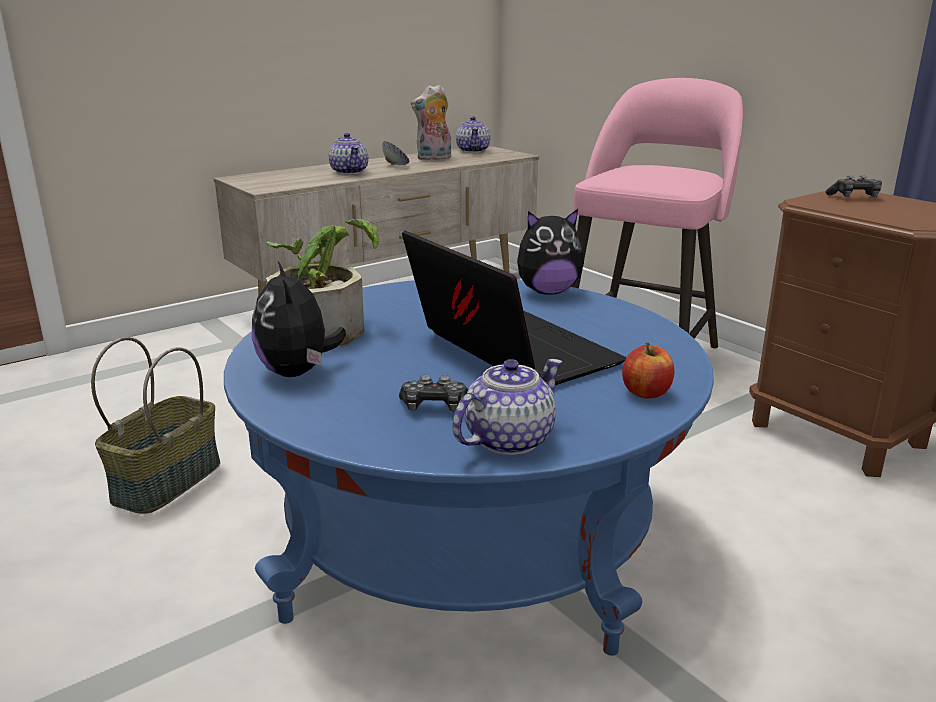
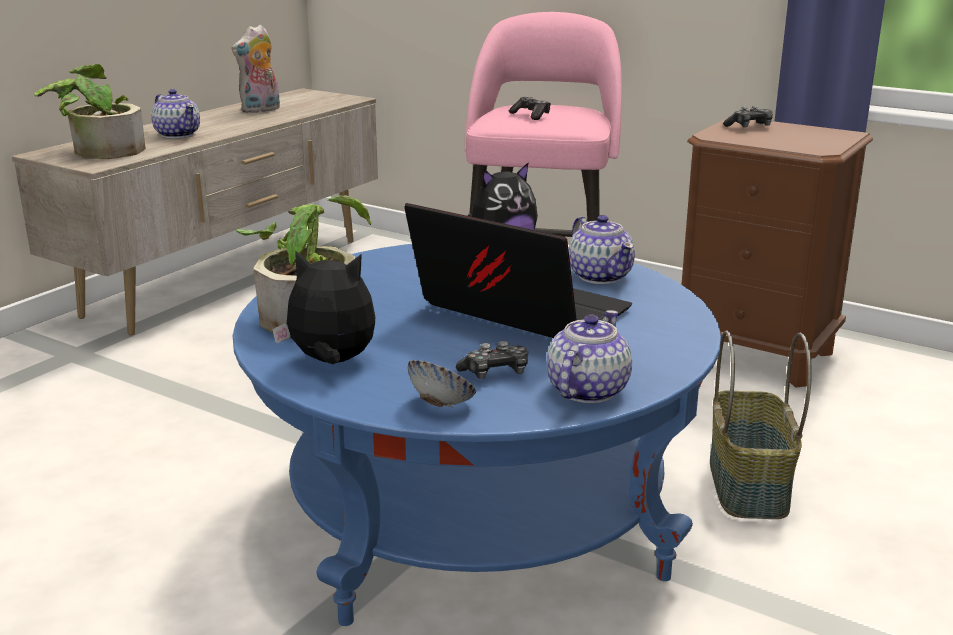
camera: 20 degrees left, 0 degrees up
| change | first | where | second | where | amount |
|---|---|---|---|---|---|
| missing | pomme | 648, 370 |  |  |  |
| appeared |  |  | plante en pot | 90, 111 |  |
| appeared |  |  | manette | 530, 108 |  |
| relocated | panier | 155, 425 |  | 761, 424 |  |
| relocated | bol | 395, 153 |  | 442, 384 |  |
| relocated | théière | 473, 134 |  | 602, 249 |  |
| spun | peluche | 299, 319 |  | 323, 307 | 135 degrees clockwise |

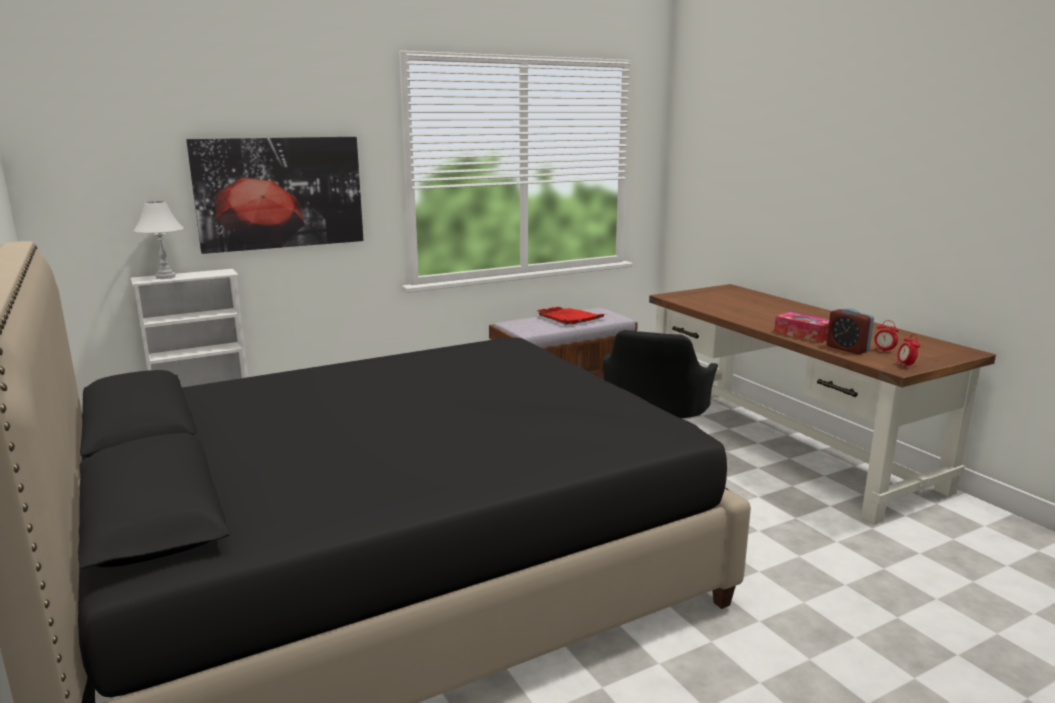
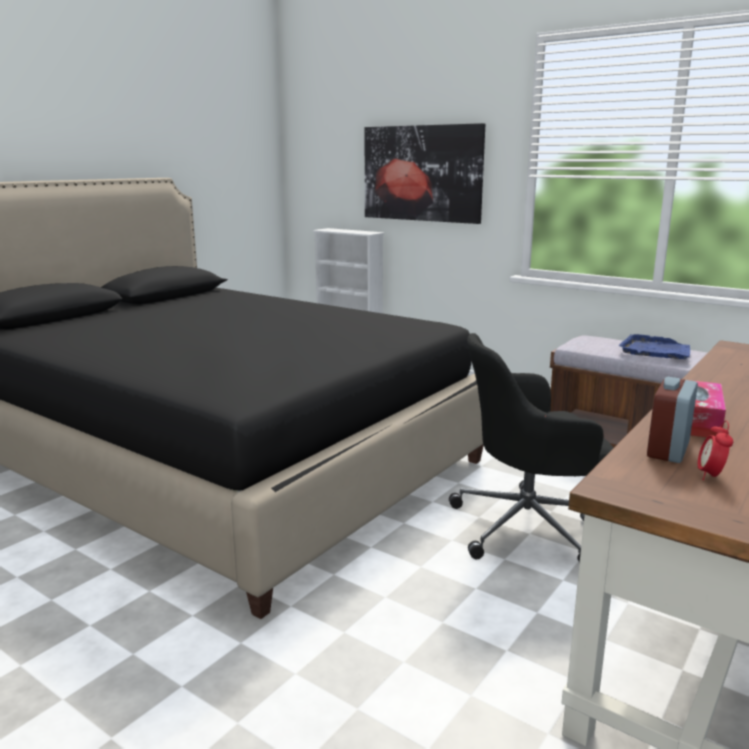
camera: 65 degrees right, 0 degrees up
| change | first | where | second | where | amount |
|---|---|---|---|---|---|
| missing | lampe de table/blanc | 159, 240 |  |  |  |
| missing | réveil | 908, 351 |  |  |  |
| colour | plateau/rouge | 570, 316 | plateau/bleu | 654, 346 |  |

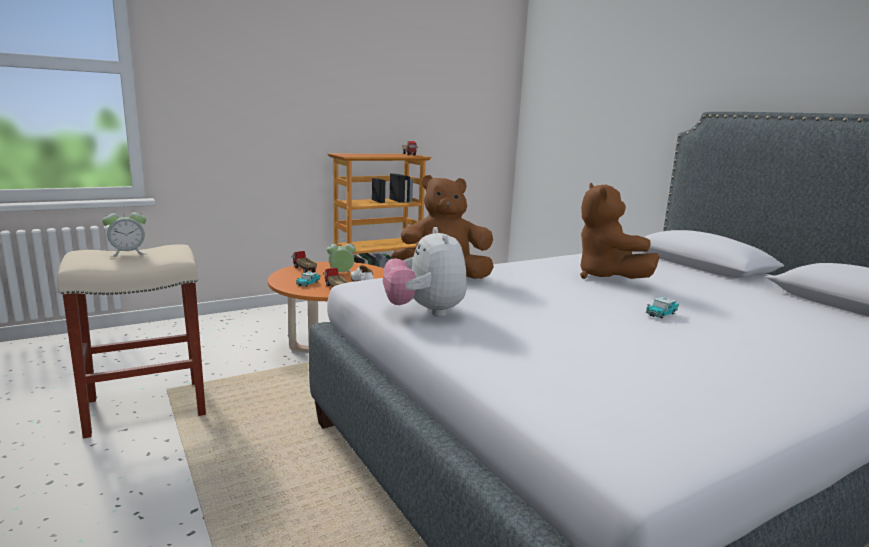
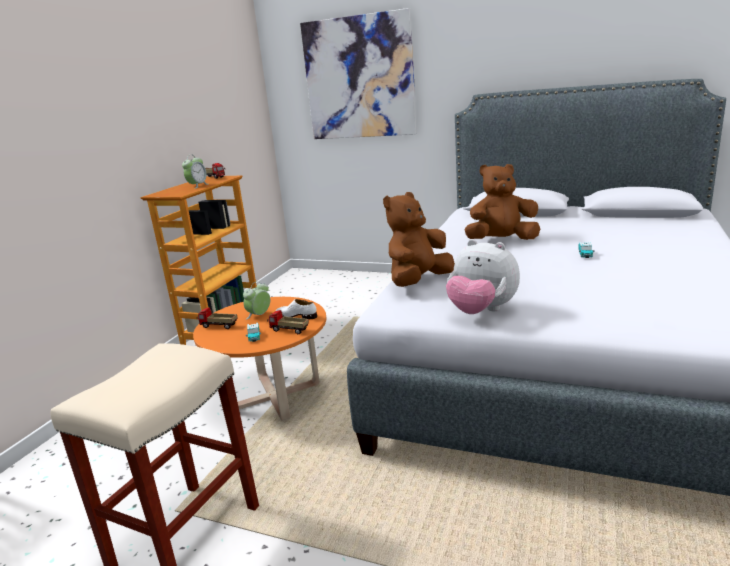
camera: 35 degrees left, 5 degrees up
| change | first | where | second | where | amount |
|---|---|---|---|---|---|
| appeared |  |  | tableau | 358, 73 |  |
| relocated | réveil | 124, 232 |  | 195, 171 |  |
| spun | peluche/marron | 619, 231 |  | 502, 202 | 135 degrees clockwise |

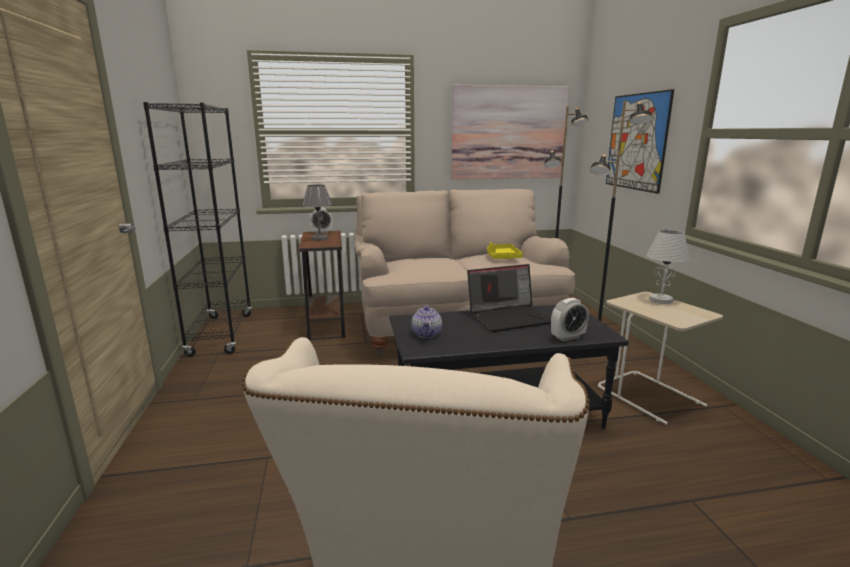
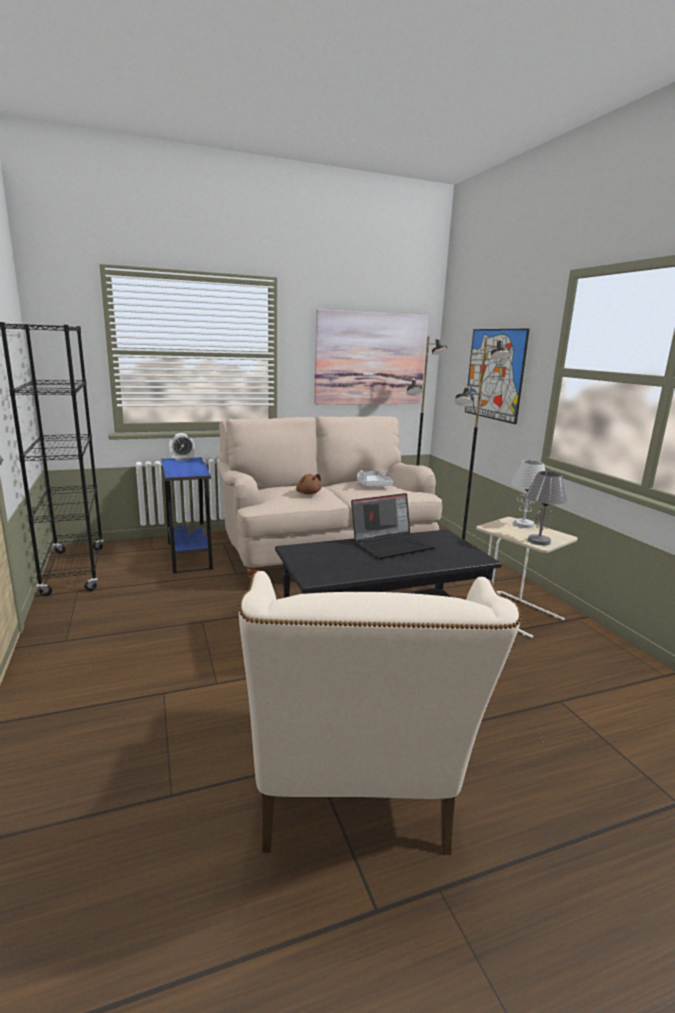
camera: 10 degrees left, 0 degrees up
| change | first | where | second | where | amount |
|---|---|---|---|---|---|
| missing | théière | 427, 321 |  |  |  |
| missing | réveil | 570, 319 |  |  |  |
| appeared |  |  | peluche/marron | 309, 484 |  |
| relocated | lampe de table/gris | 317, 212 |  | 546, 508 |  |
| colour | table d'appoint/marron | 322, 285 | table d'appoint/bleu | 187, 515 |  |
| colour | plateau/jaune | 505, 251 | plateau/gris | 375, 478 |  |

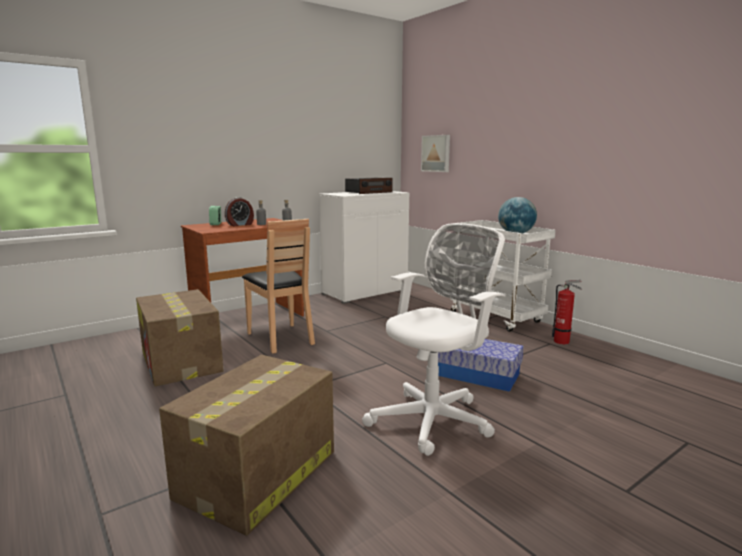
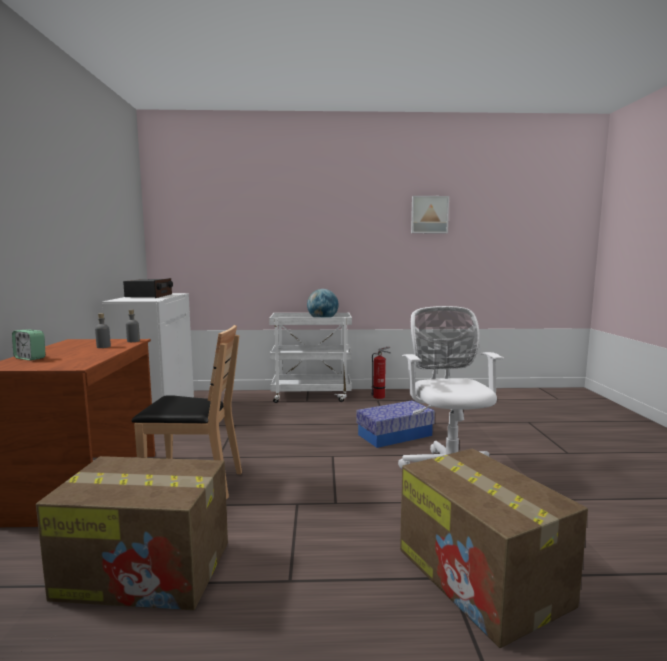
camera: 55 degrees left, 5 degrees down
| change | first | where | second | where | amount |
|---|---|---|---|---|---|
| missing | réveil | 239, 211 |  |  |  |
| relocated | tableau | 435, 153 |  | 430, 214 |  |

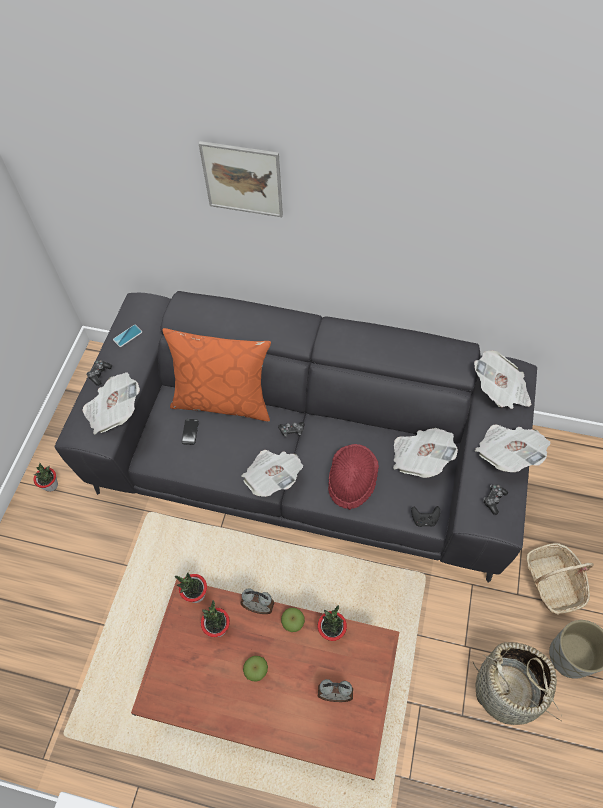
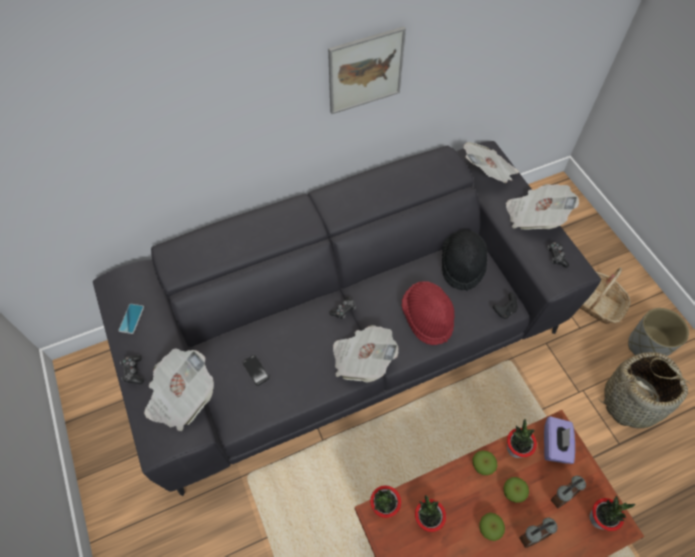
camera: 40 degrees left, 0 degrees up
| change | first | where | second | where | amount |
|---|---|---|---|---|---|
| missing | coussin/orange | 216, 375 |  |  |  |
| appeared |  |  | pomme | 516, 490 |  |
| appeared |  |  | boîte à mouchoirs/violet | 559, 440 |  |
| relocated | plante en pot | 45, 477 |  | 613, 513 |  |
| relocated | tableau | 241, 179 |  | 367, 70 |  |
| relocated | réveil | 257, 601 |  | 538, 533 |  |
| exchanged | journal | 425, 453 | chapeau/noir | 465, 260 |  |

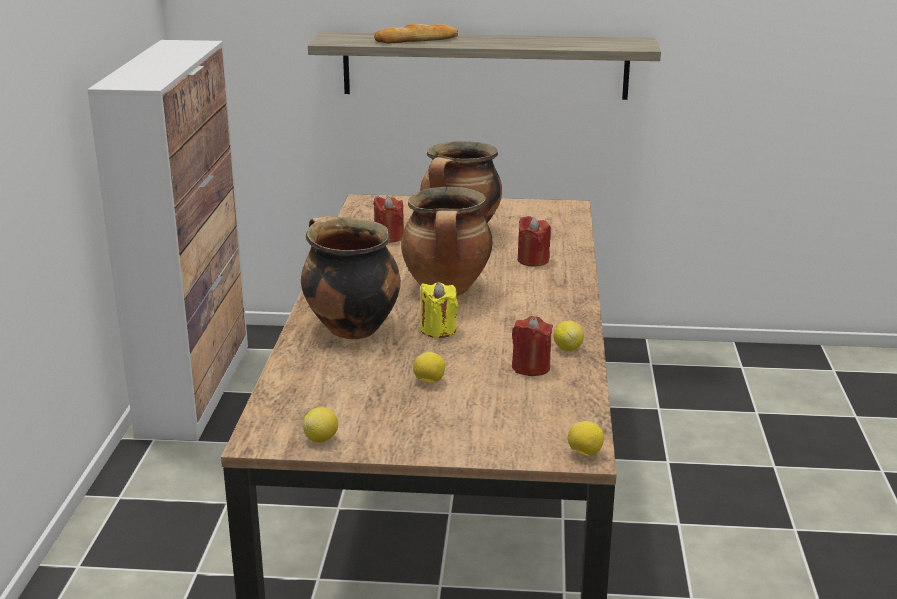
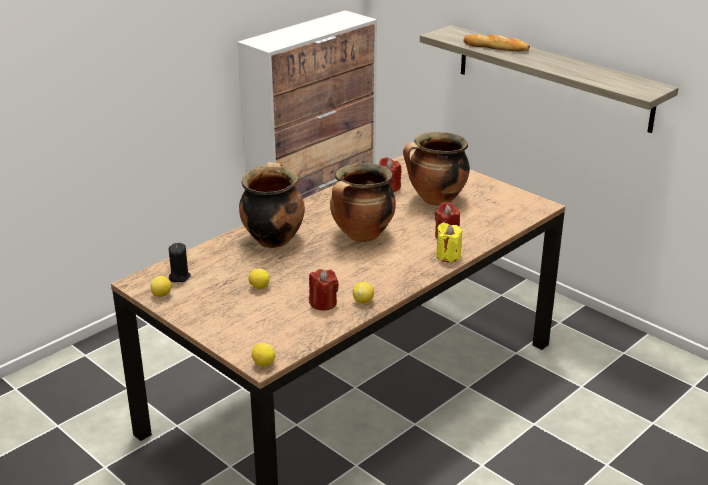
camera: 40 degrees right, 5 degrees up
| change | first | where | second | where | amount |
|---|---|---|---|---|---|
| appeared |  |  | bougie/noir | 180, 262 |  |
| relocated | bougie/jaune | 439, 310 |  | 449, 242 |  |

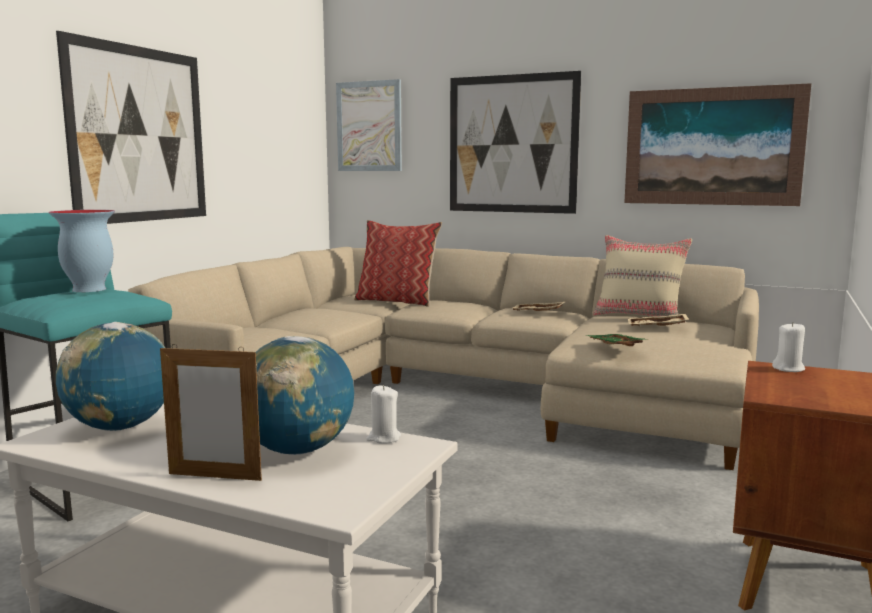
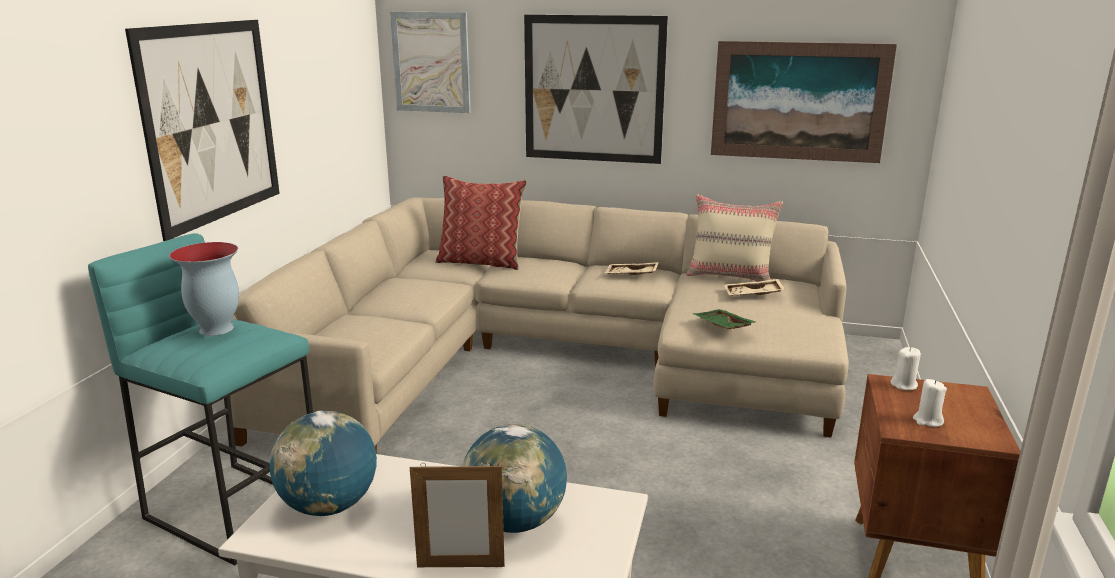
camera: 10 degrees left, 10 degrees up
| change | first | where | second | where | amount |
|---|---|---|---|---|---|
| relocated | bougie/blanc | 383, 414 |  | 930, 403 |  |

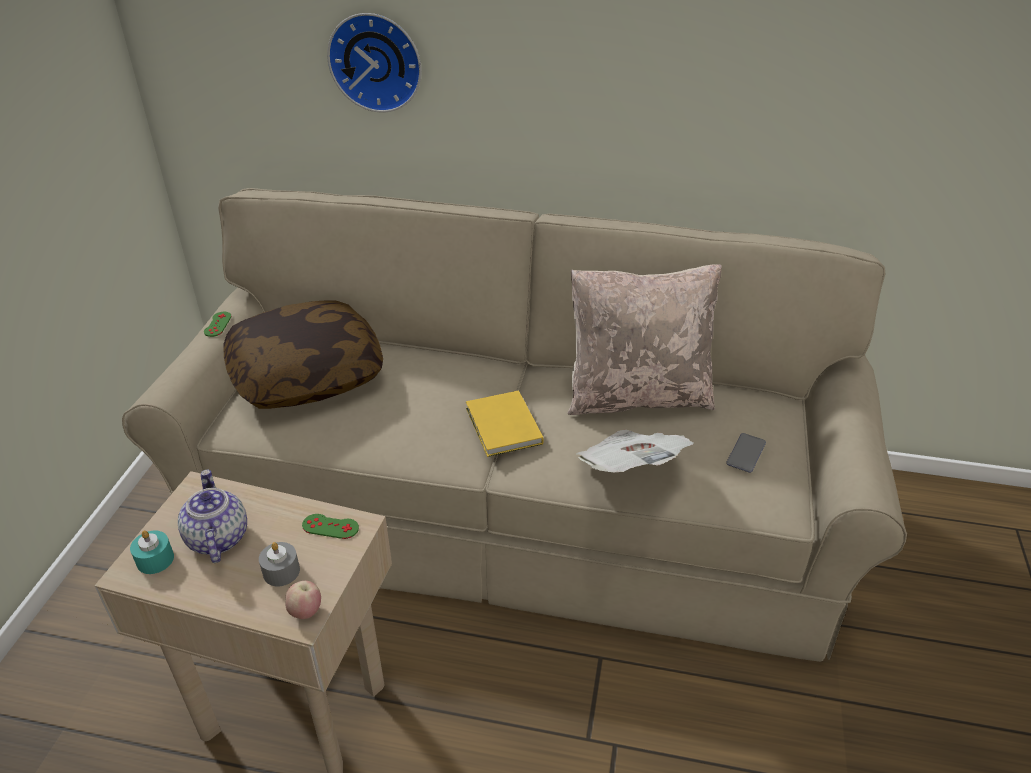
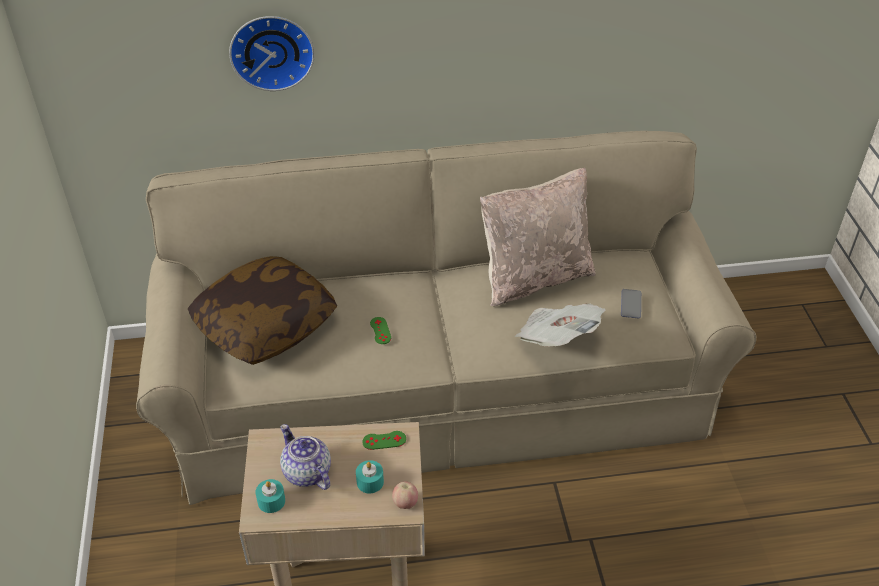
camera: 20 degrees left, 5 degrees up
| change | first | where | second | where | amount |
|---|---|---|---|---|---|
| missing | livre/jaune | 504, 423 |  |  |  |
| relocated | manette/vert | 218, 324 |  | 380, 330 |  |
| colour | bougie/gris | 279, 564 | bougie/turquoise | 370, 476 |  |

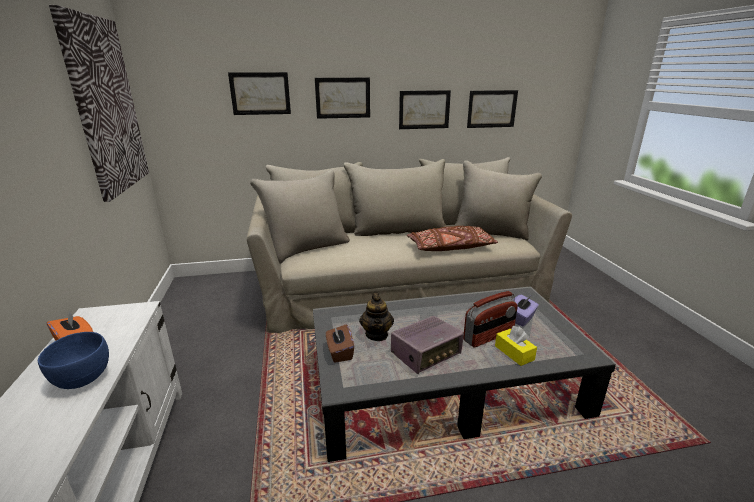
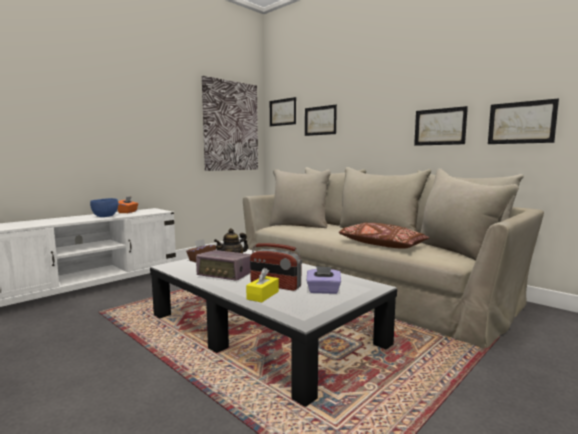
camera: 55 degrees right, 15 degrees down
| change | first | where | second | where | amount |
|---|---|---|---|---|---|
| relocated | tableau | 342, 98 |  | 283, 112 |  |

